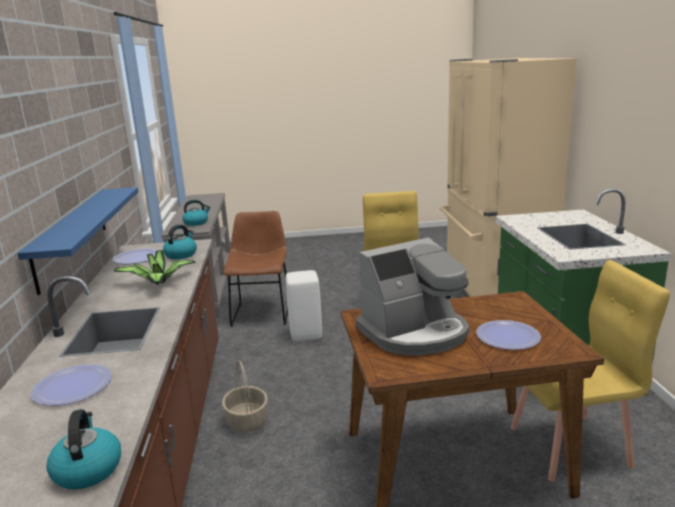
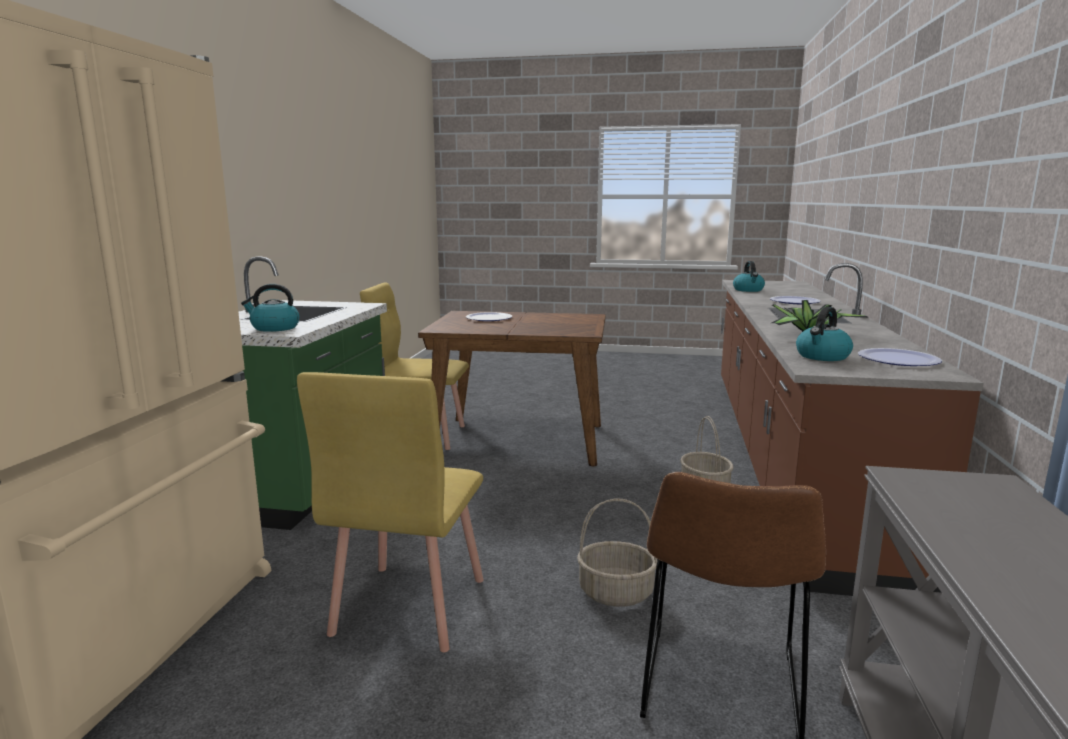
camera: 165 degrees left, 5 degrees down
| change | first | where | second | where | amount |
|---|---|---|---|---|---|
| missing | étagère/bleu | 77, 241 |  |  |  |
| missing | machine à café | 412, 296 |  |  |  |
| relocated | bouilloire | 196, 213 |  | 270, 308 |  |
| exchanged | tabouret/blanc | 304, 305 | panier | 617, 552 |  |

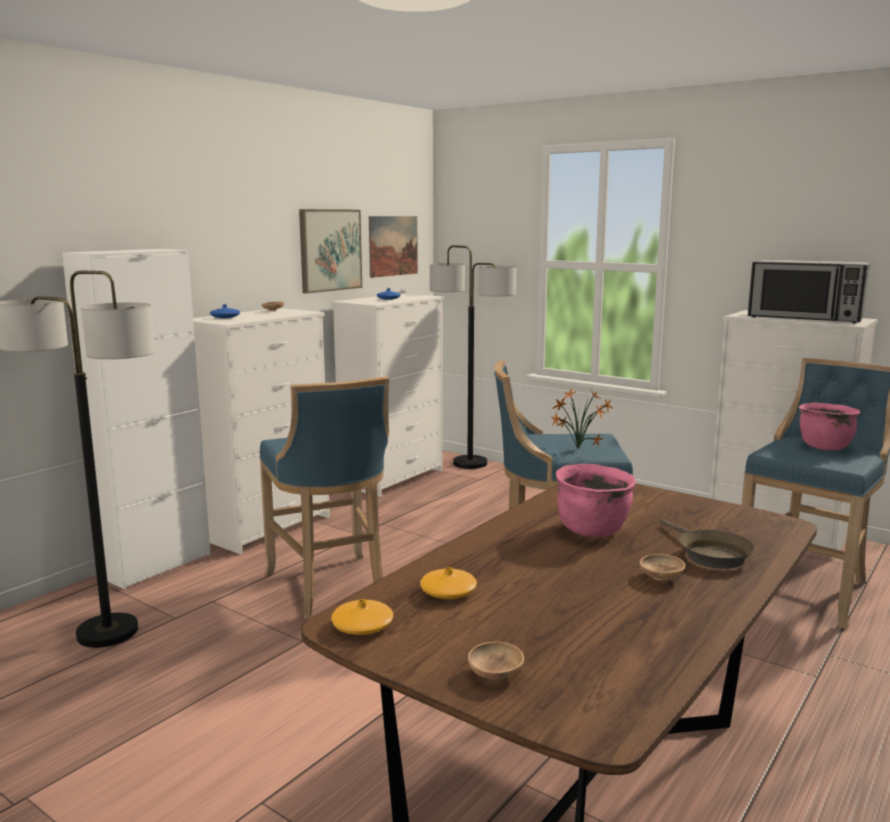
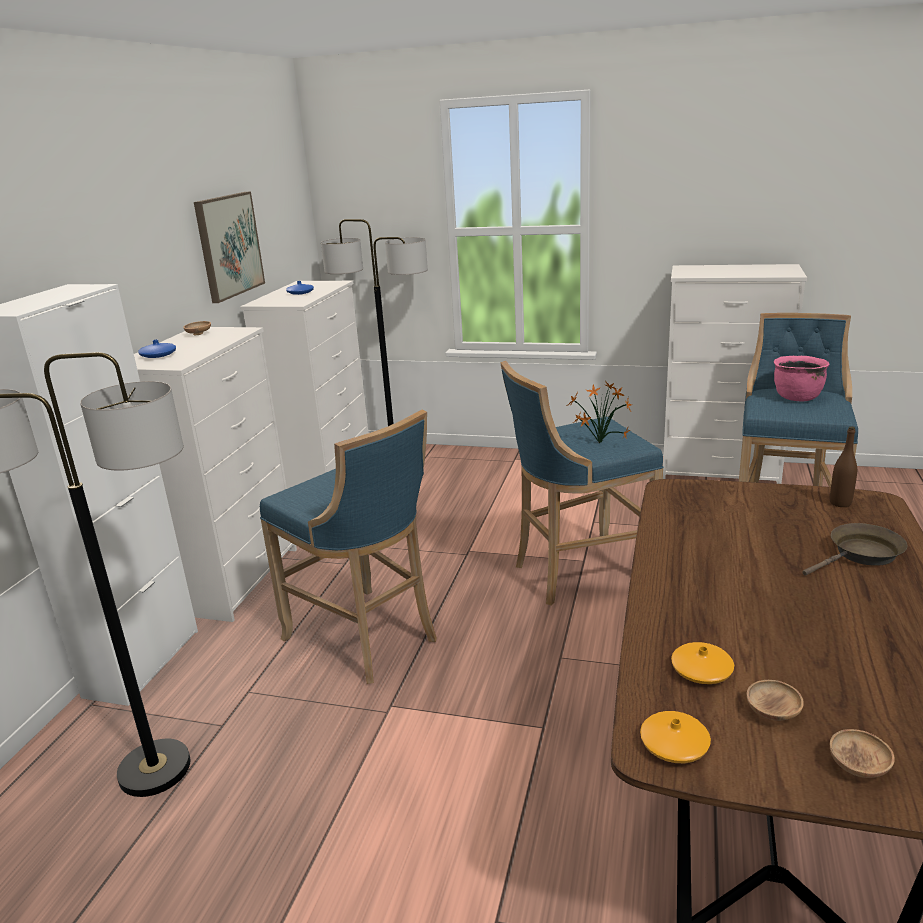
camera: 20 degrees left, 10 degrees up
| change | first | where | second | where | amount |
|---|---|---|---|---|---|
| missing | tableau | 393, 247 |  |  |  |
| missing | marmite/rose | 596, 500 |  |  |  |
| missing | micro-ondes | 809, 291 |  |  |  |
| appeared |  |  | bouteille/marron | 843, 466 |  |
| relocated | bol/marron | 662, 567 |  | 775, 700 |  |
| spun | poêle/marron | 707, 544 |  | 854, 549 | 75 degrees counterclockwise |

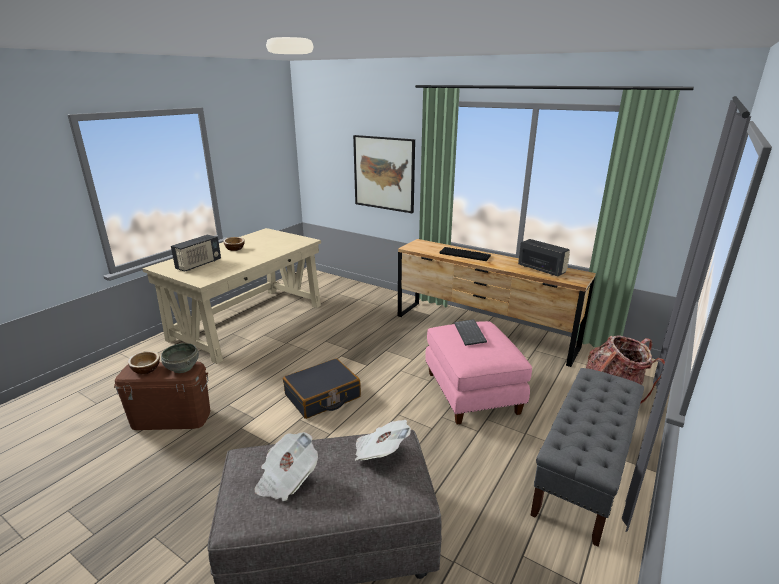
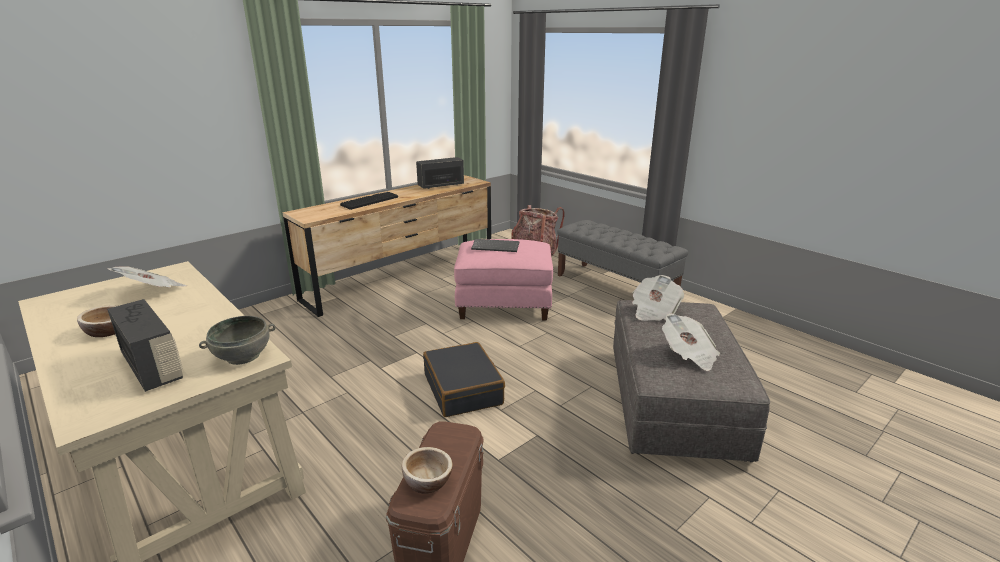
camera: 75 degrees left, 0 degrees up
| change | first | where | second | where | amount |
|---|---|---|---|---|---|
| missing | tableau | 384, 174 |  |  |  |
| appeared |  |  | journal | 147, 277 |  |
| relocated | bol/gris | 180, 358 |  | 237, 340 |  |

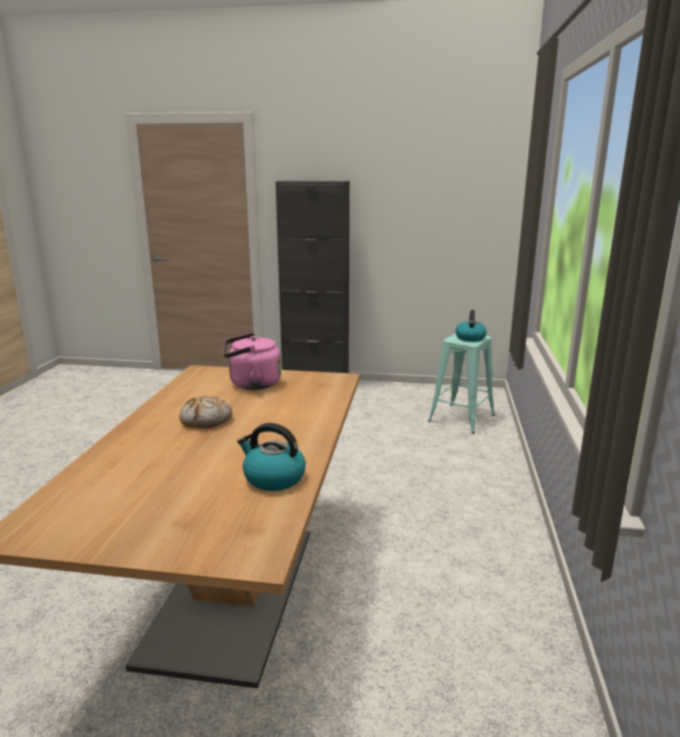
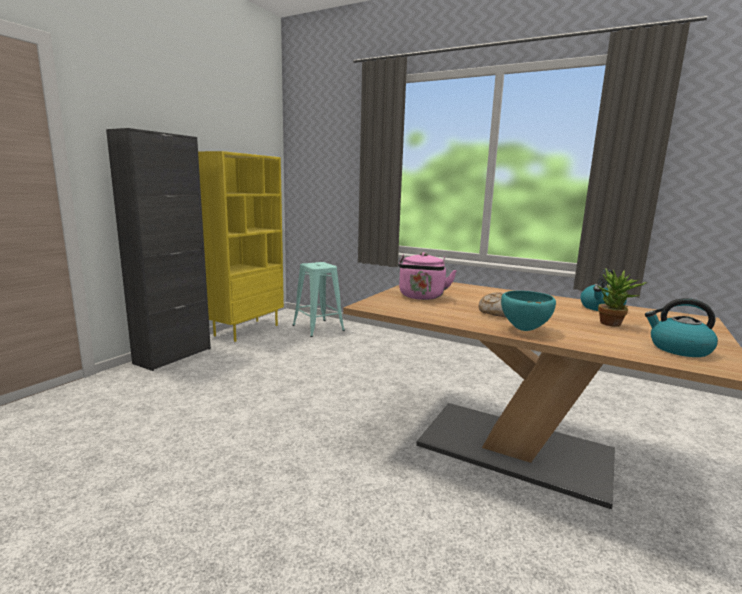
camera: 70 degrees left, 5 degrees down
| change | first | where | second | where | amount |
|---|---|---|---|---|---|
| appeared |  |  | bibliothèque/jaune | 241, 246 |  |
| appeared |  |  | bol/turquoise | 528, 311 |  |
| appeared |  |  | plante en pot | 622, 297 |  |
| relocated | bouilloire | 471, 326 |  | 681, 327 |  |

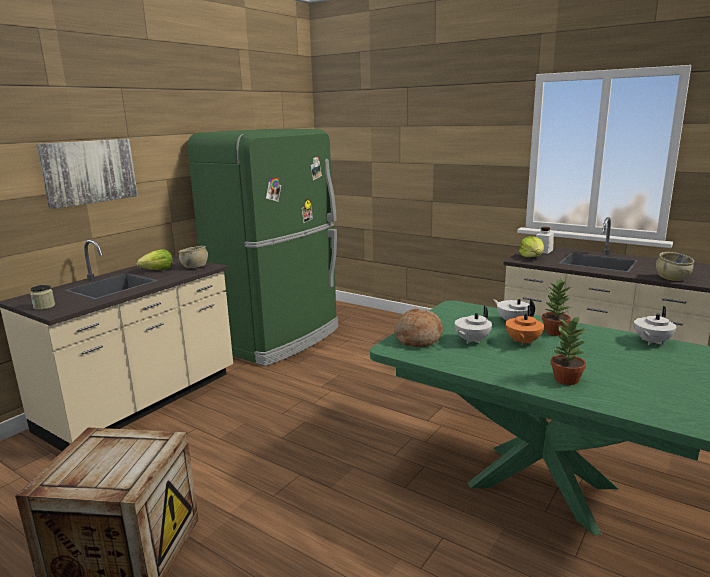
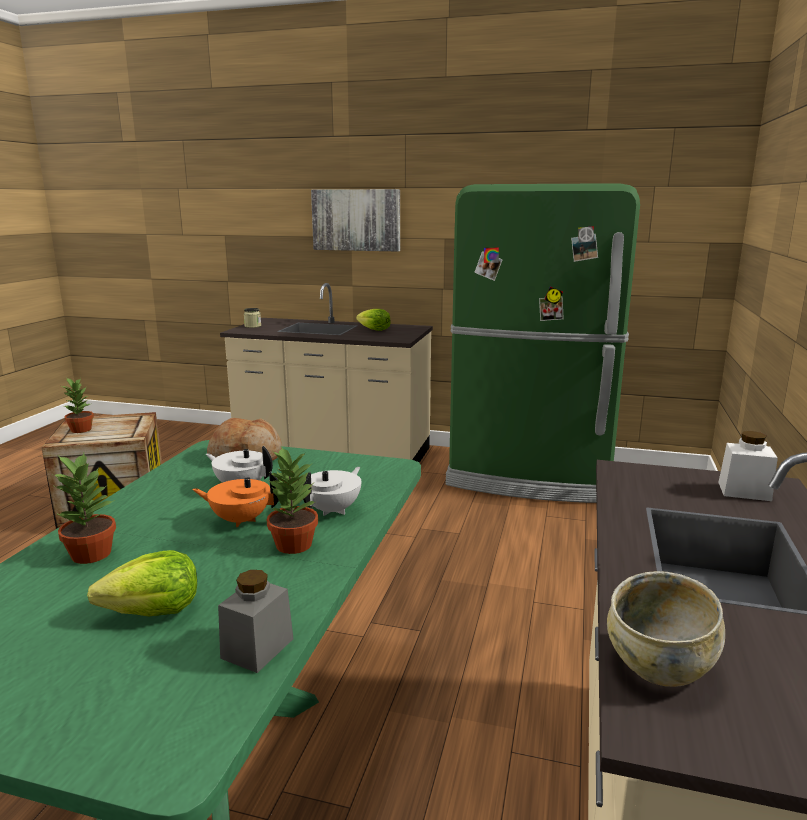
camera: 70 degrees right, 0 degrees up
| change | first | where | second | where | amount |
|---|---|---|---|---|---|
| missing | bol/beige | 193, 257 |  |  |  |
| appeared |  |  | plante en pot | 78, 405 |  |
| relocated | laitue | 531, 246 |  | 142, 583 |  |
| exchanged | théière/blanc | 655, 325 | bocal/gris | 256, 621 |  |

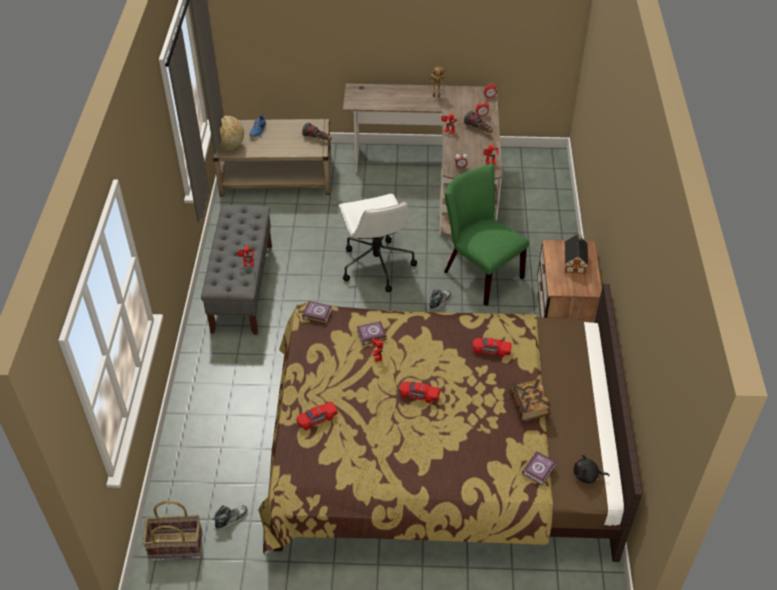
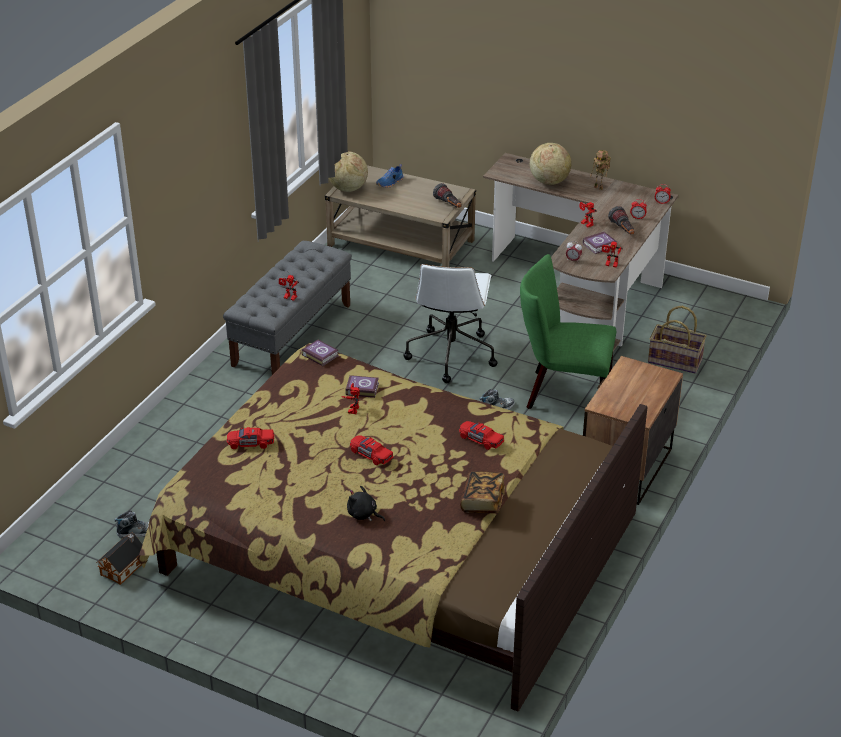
camera: 25 degrees right, 10 degrees down
| change | first | where | second | where | amount |
|---|---|---|---|---|---|
| appeared |  |  | globe | 550, 164 |  |
| relocated | panier | 173, 530 |  | 677, 340 |  |
| relocated | livre | 539, 468 |  | 600, 242 |  |
| relocated | maison miniature | 577, 254 |  | 119, 559 |  |
| relocated | peluche/noir | 591, 469 |  | 366, 503 |  |
| spun | chaise/vert | 486, 235 |  | 568, 331 | 60 degrees counterclockwise |

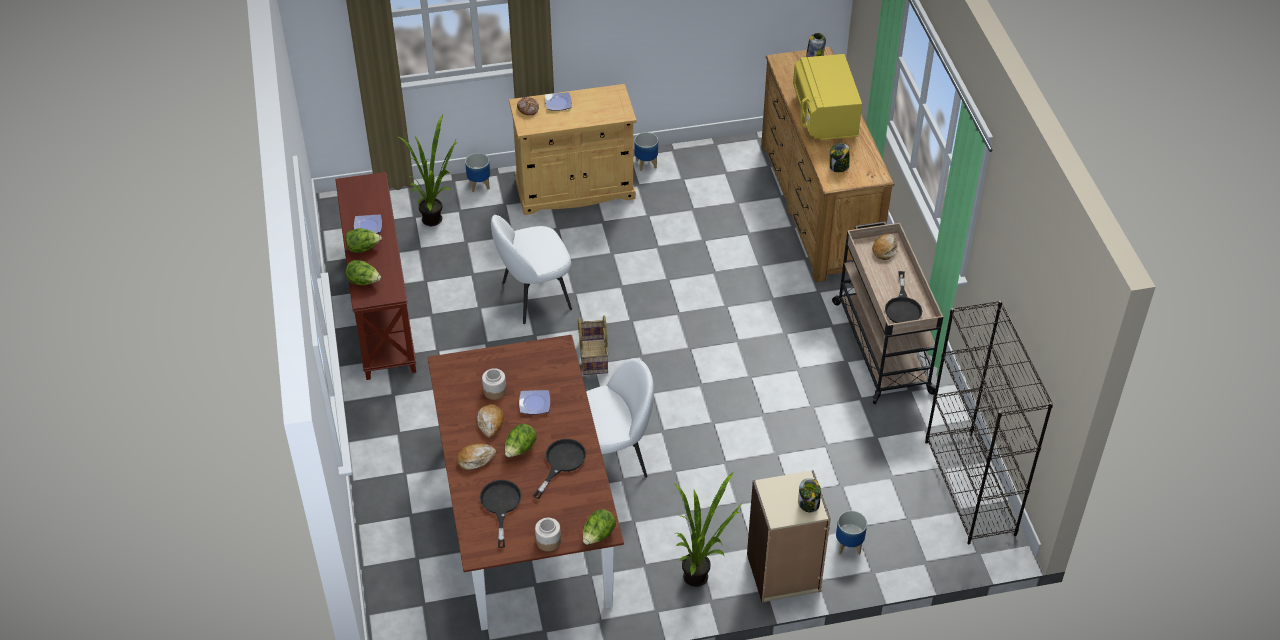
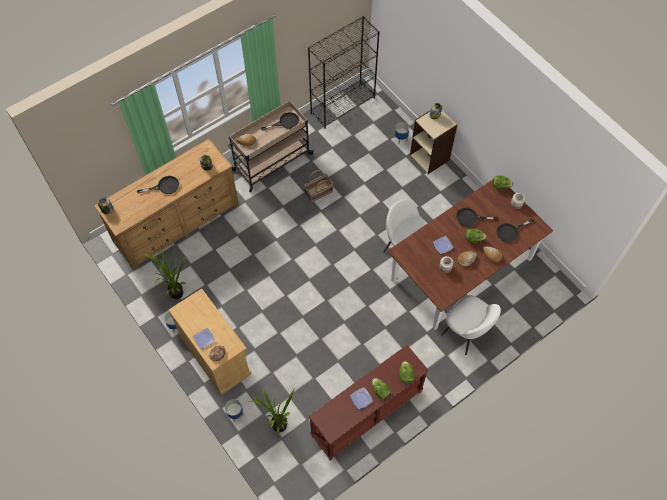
camera: 115 degrees left, 15 degrees up
| change | first | where | second | where | amount |
|---|---|---|---|---|---|
| relocated | chaise/blanc | 531, 269 |  | 471, 325 |  |
| relocated | panier | 593, 345 |  | 318, 186 |  |
| relocated | plante en pot | 708, 530 |  | 164, 273 |  |
| exchanged | micro-ondes/jaune | 827, 97 | poêle/noir | 158, 185 |  |

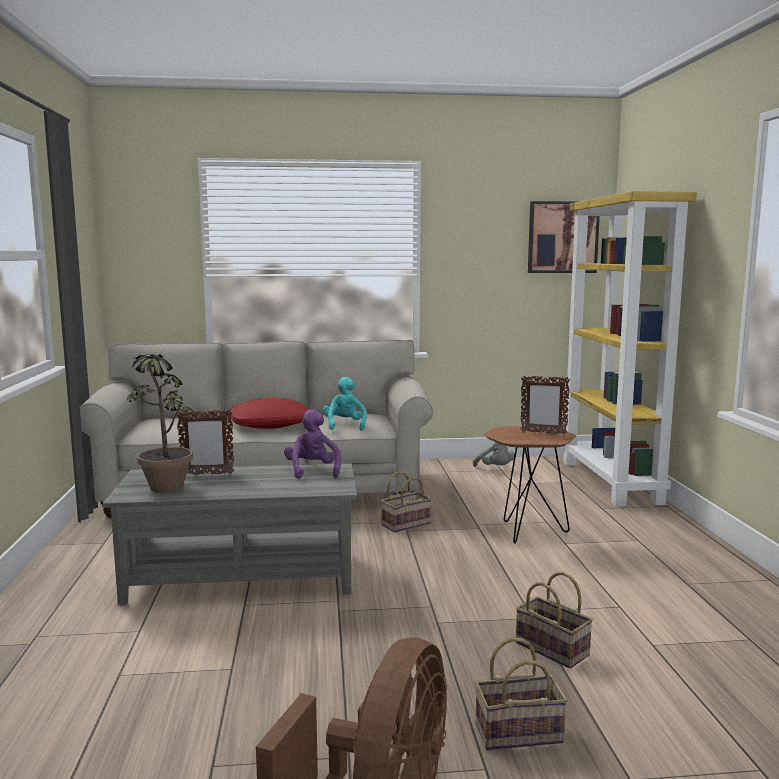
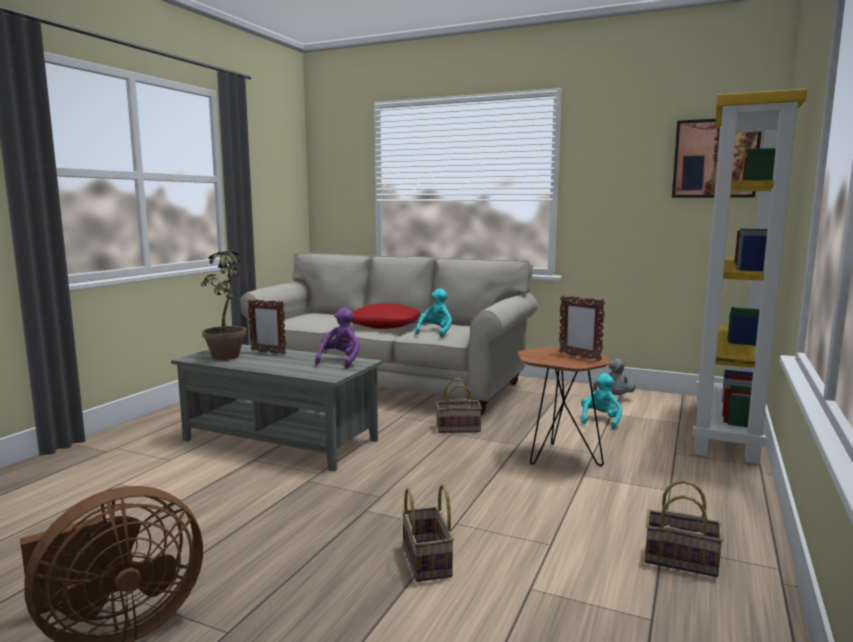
camera: 30 degrees right, 0 degrees up
| change | first | where | second | where | amount |
|---|---|---|---|---|---|
| appeared |  |  | peluche/turquoise | 601, 401 |  |
| relocated | panier | 521, 693 |  | 684, 528 |  |

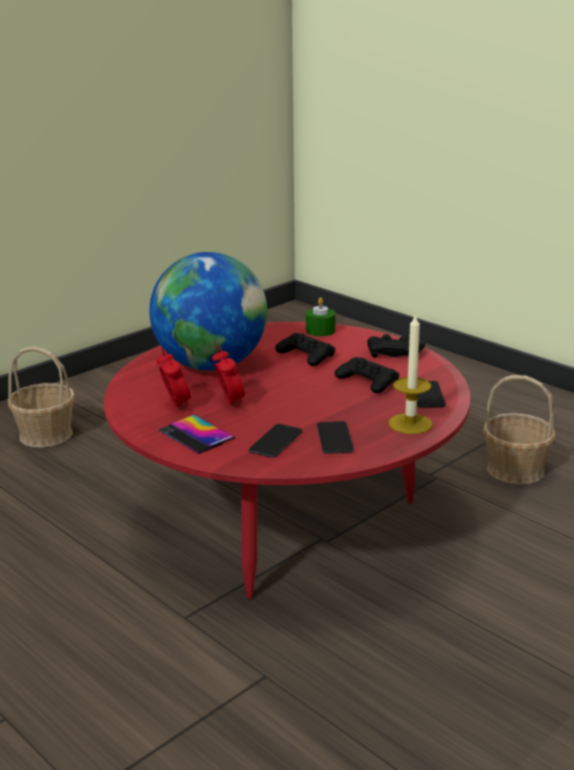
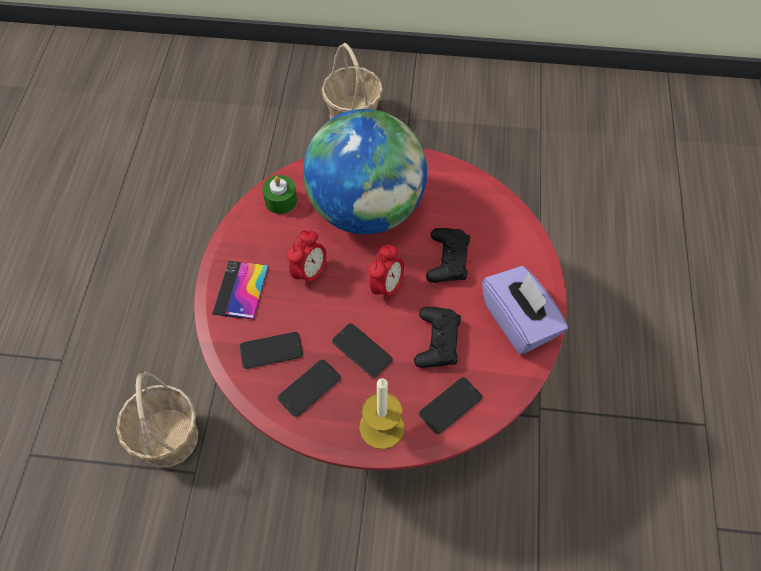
camera: 50 degrees right, 35 degrees up
| change | first | where | second | where | amount |
|---|---|---|---|---|---|
| appeared |  |  | téléphone | 362, 350 |  |
| relocated | réveil | 174, 379 |  | 386, 274 |  |
| relocated | bougie/vert | 320, 317 |  | 279, 194 |  |
| relocated | panier | 519, 430 |  | 157, 419 |  |
| exchanged | manette/noir | 396, 346 | boîte à mouchoirs/violet | 525, 310 |  |

